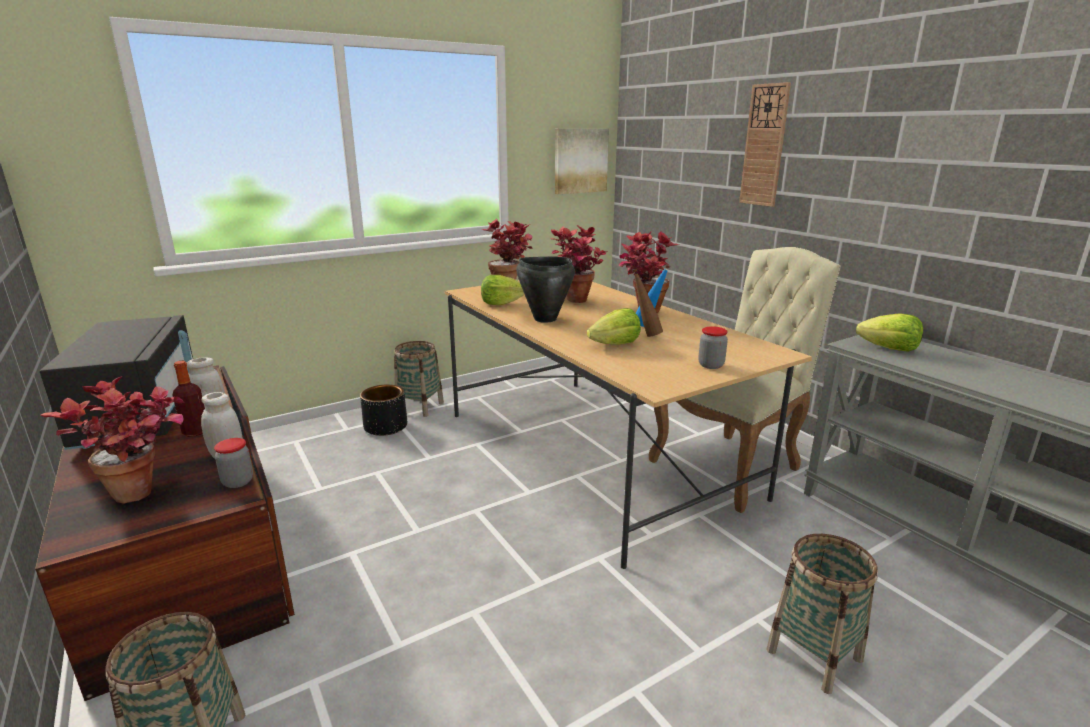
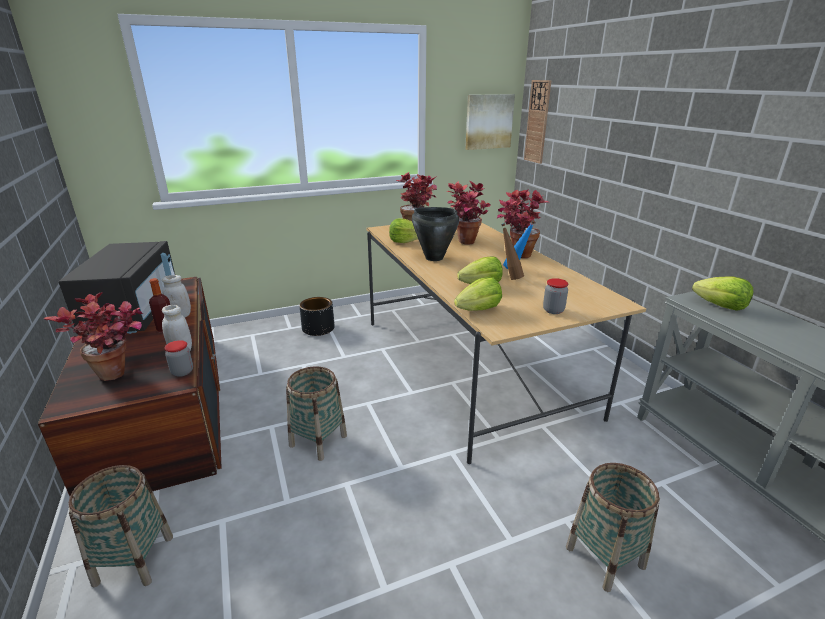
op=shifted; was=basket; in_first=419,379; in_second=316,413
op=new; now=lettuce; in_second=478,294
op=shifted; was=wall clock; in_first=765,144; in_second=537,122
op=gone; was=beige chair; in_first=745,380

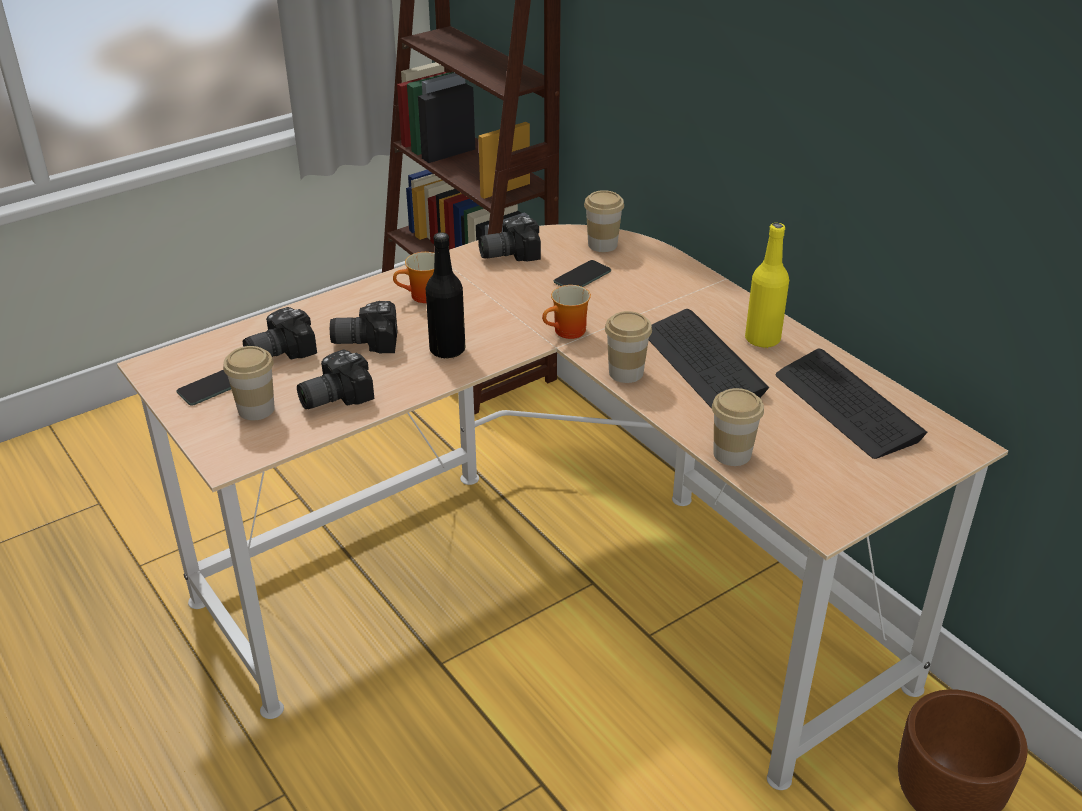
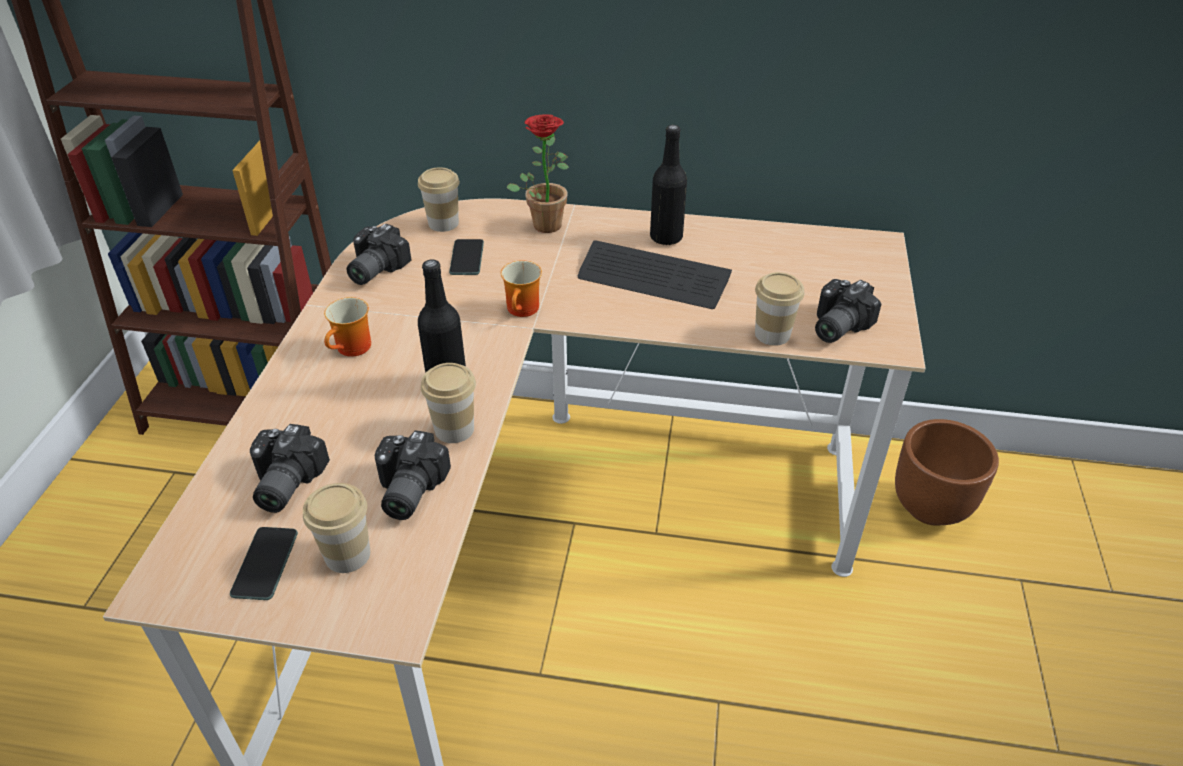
op=shifted; was=cup; in_first=628,347; in_second=448,403
op=new; now=potted plant; in_second=537,173
op=repainted; was=yellow bottle; now=black bottle; in_first=767,285; in_second=668,185
op=shifted; was=photo camera; in_first=363,327; in_second=848,311
op=gone; was=keyboard; in_first=852,403

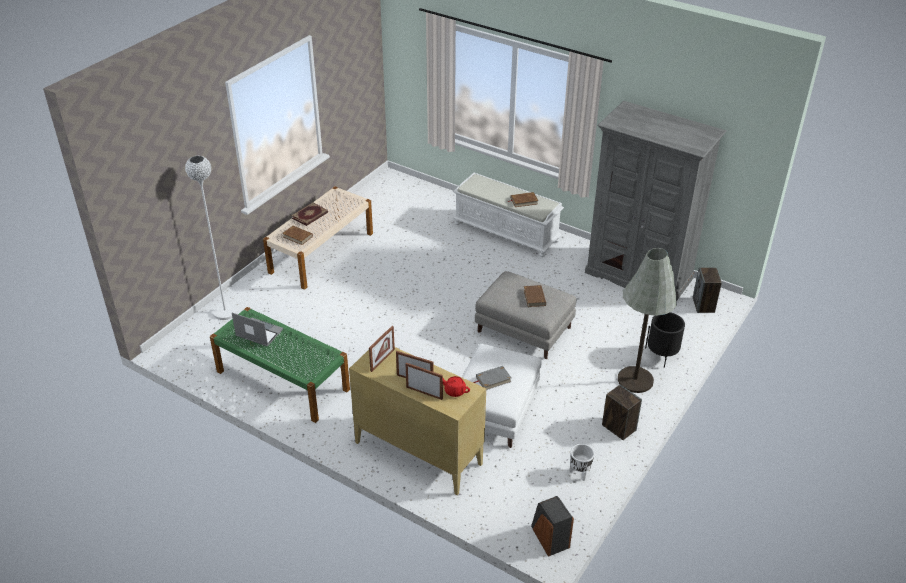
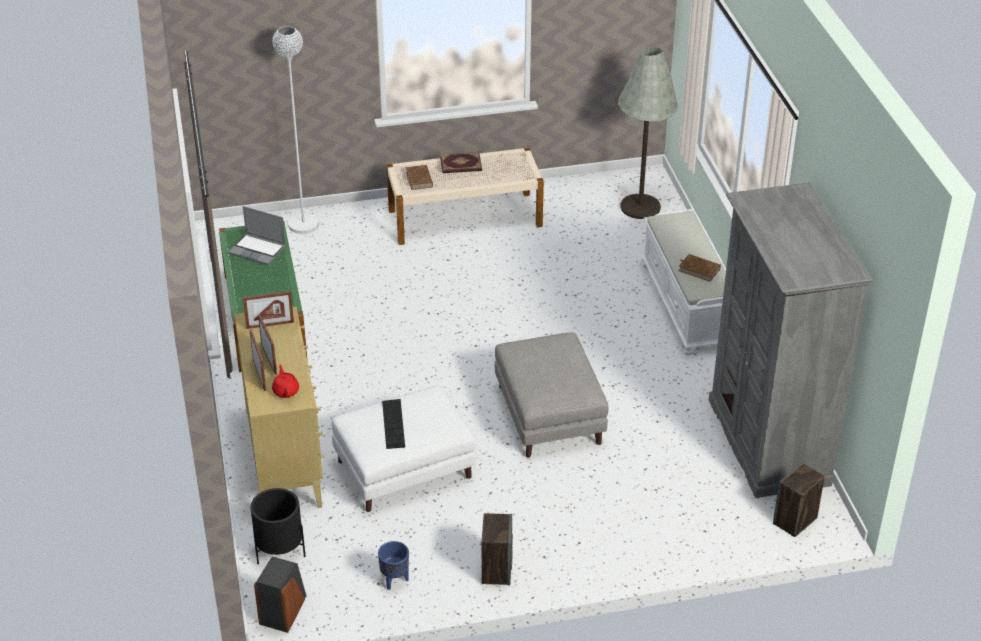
op=rotated; was=laptop; in_first=257,330; in_second=257,235; clockwise=135
op=shifted; was=black planter; in_first=665,340; in_second=278,526
op=repainted; was=white planter; now=blue planter; in_first=582,462; in_second=393,565
op=swapped; was=grey book; now=keyboard; in_first=492,378; in_second=393,424
op=shifted; was=grey floor lamp; in_first=647,320; in_second=648,133
op=gone; was=brown book; in_first=535,296

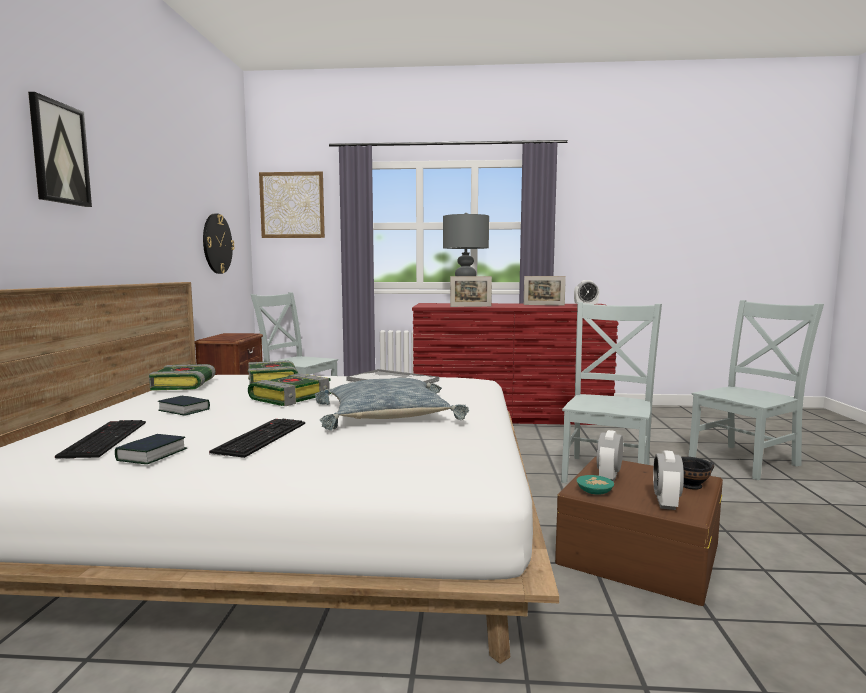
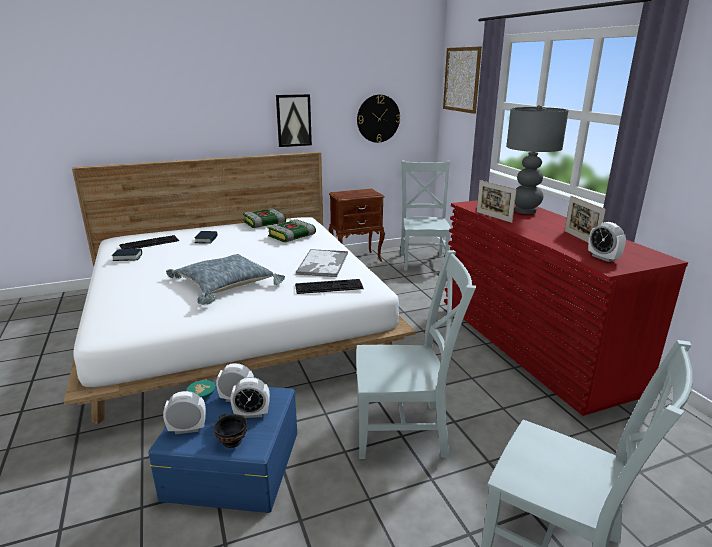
op=repainted; was=brown storage box; now=blue storage box; in_first=639,531; in_second=222,448
op=new; now=alarm clock; in_second=250,397
op=shifted; was=picture; in_first=60,149; in_second=294,120
op=shifted; was=keyboard; in_first=257,438; in_second=329,286
op=gone; was=book; in_first=289,389

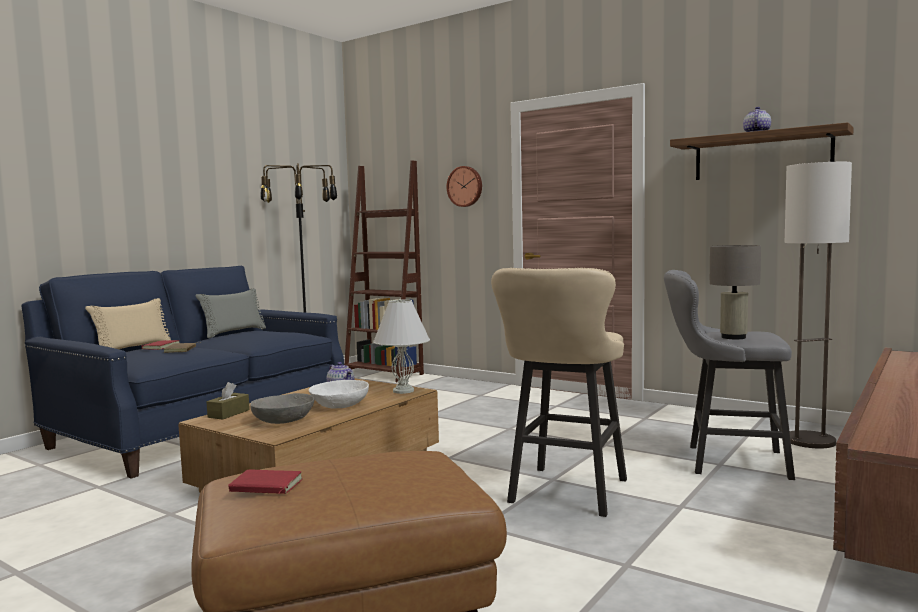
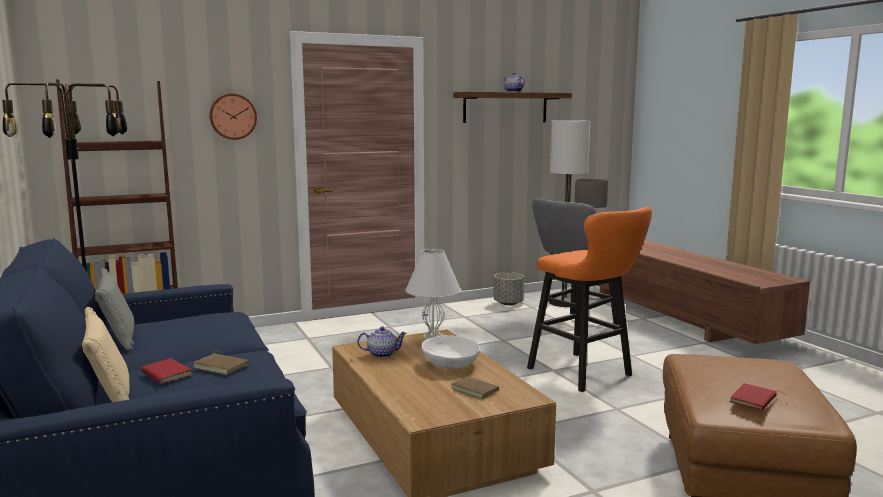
op=swapped; was=grey bowl; now=brown book; in_first=282,408; in_second=475,386
op=new; now=grey planter; in_second=509,288
op=repainted; was=beige stool; now=orange stool; in_first=559,392; in_second=589,299
op=gone; was=brown tissue box; in_first=228,401

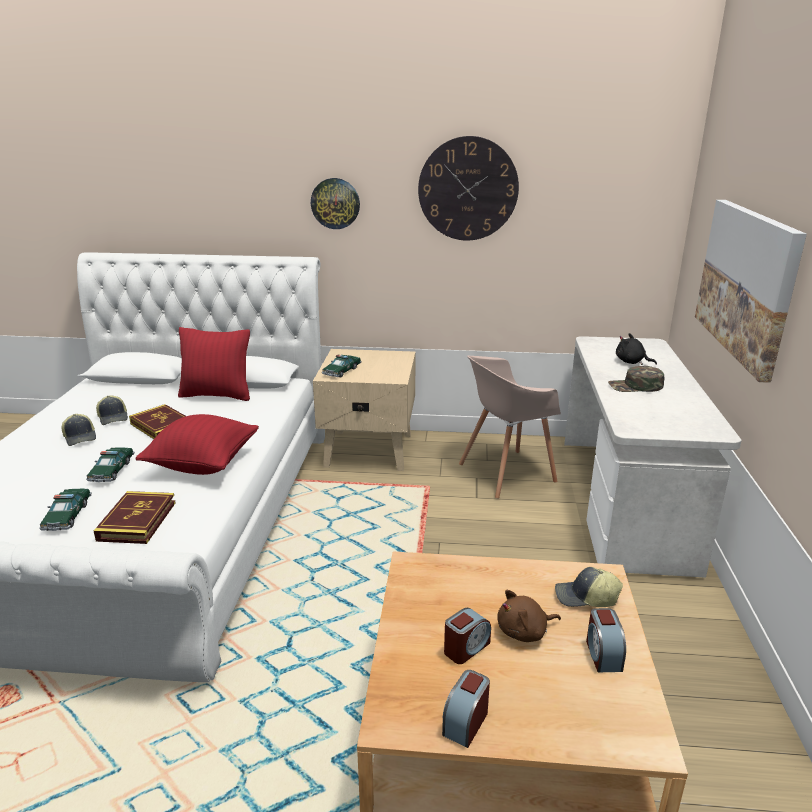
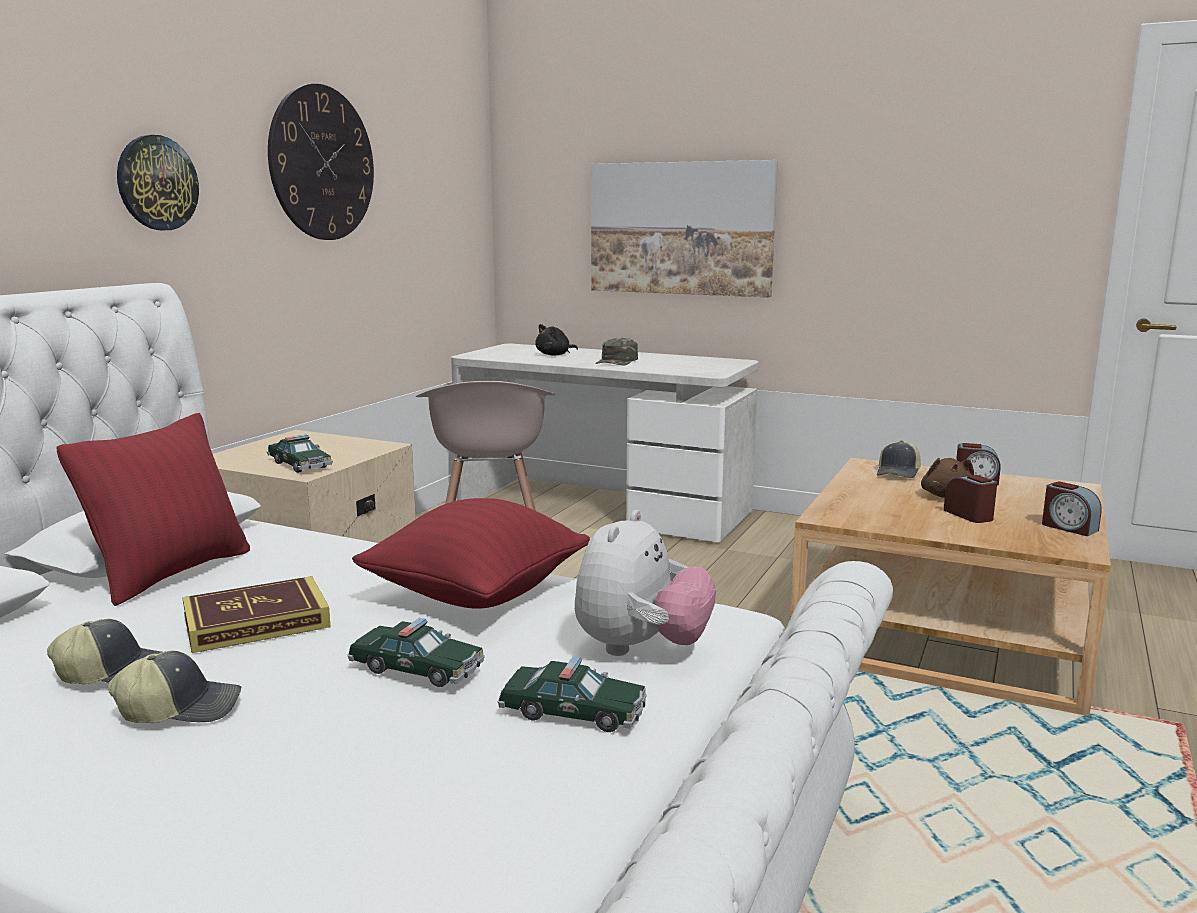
op=swapped; was=book; now=plush toy; in_first=135,517; in_second=645,583

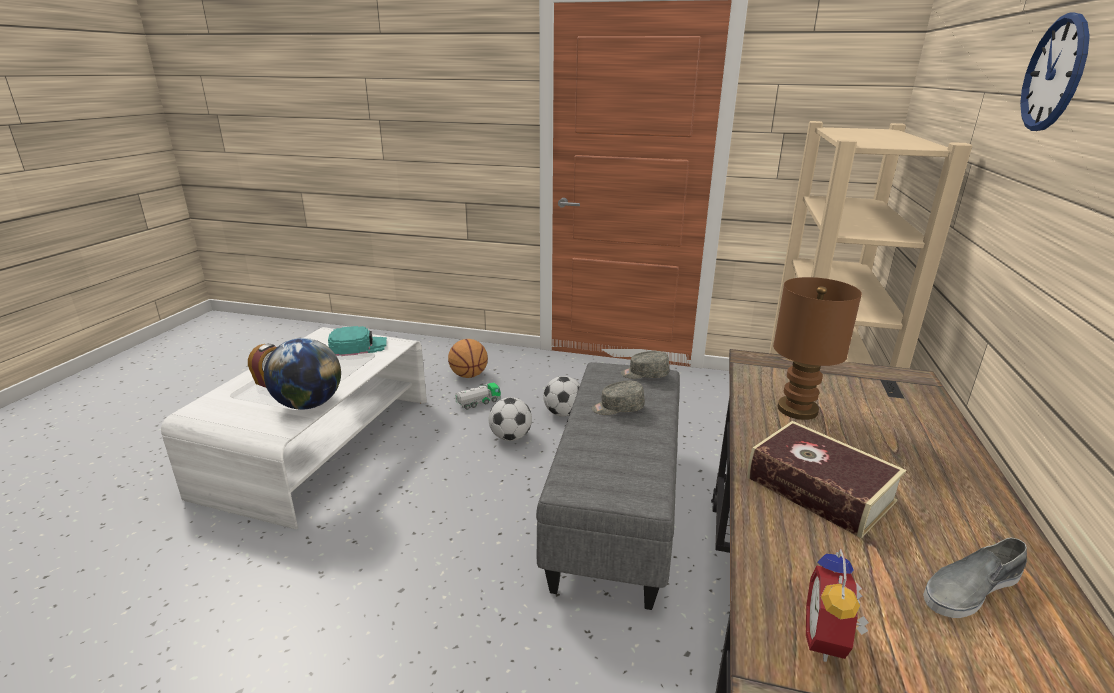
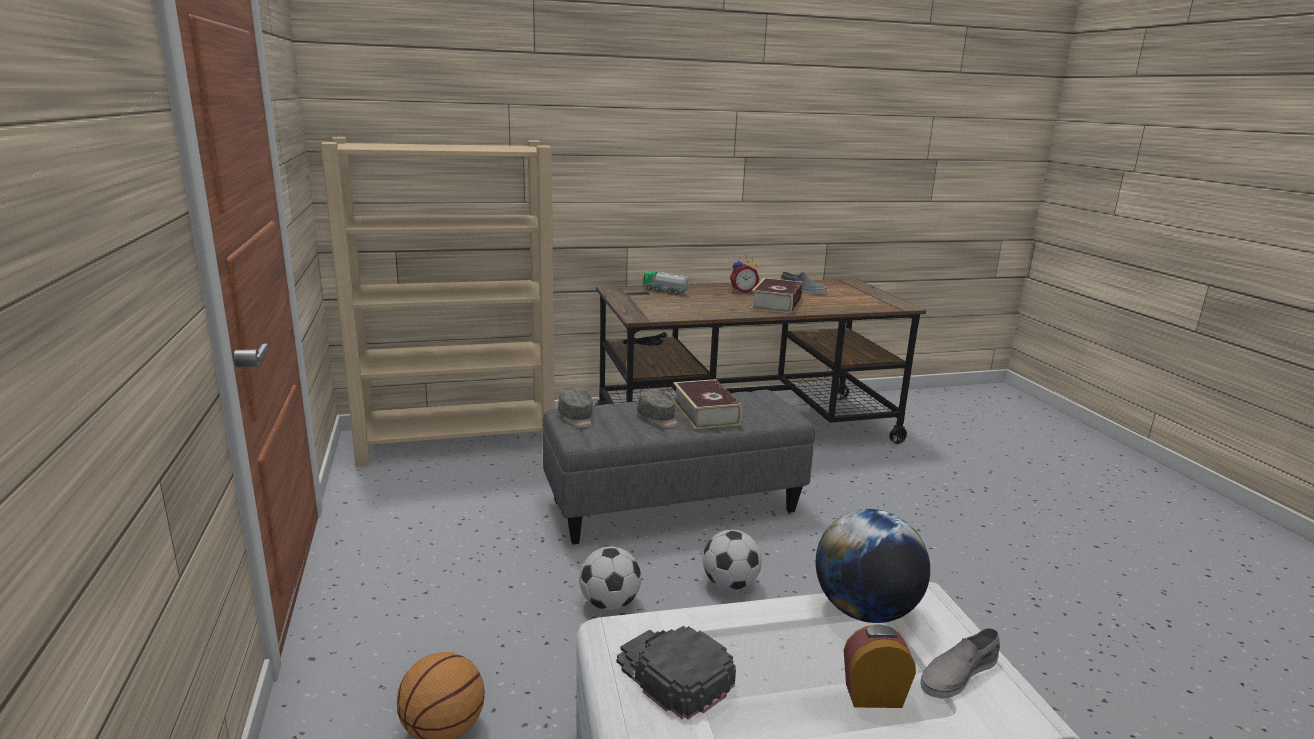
op=repainted; was=turquoise cap; now=black cap; in_first=357,341; in_second=676,673
op=shifted; was=toy truck; in_first=478,396; in_second=666,283
op=new; now=book; in_second=707,404
op=shifted; was=football; in_first=561,396; in_second=732,560
op=shifted; was=alarm clock; in_first=837,605; in_second=745,274
op=new; now=grey shoe; in_second=960,663
op=gone; was=brown table lamp; in_first=817,348
op=gone; was=wall clock; in_first=1055,72

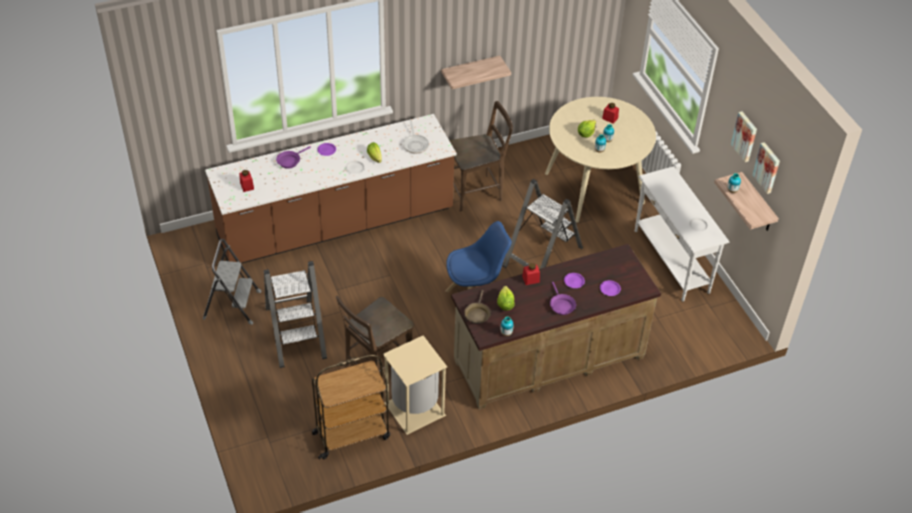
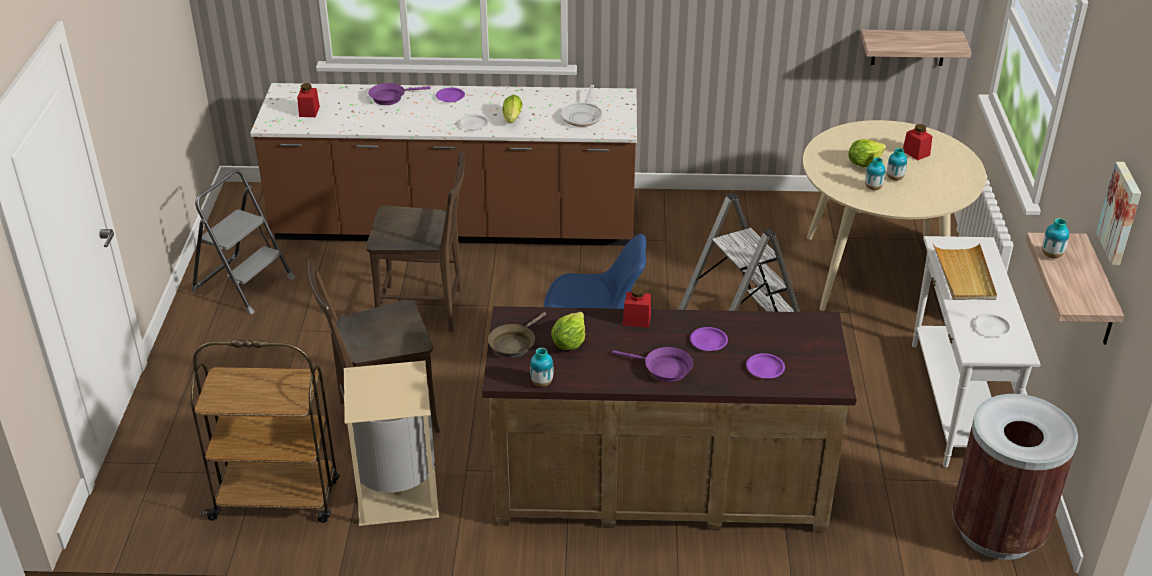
op=shifted; was=brown chair; in_first=481,156; in_second=415,241
op=rotated; was=purple frying pan; in_first=563,298; in_second=652,364; clockwise=-75
op=shifted; was=shelf; in_first=476,72; in_second=916,48
op=new; now=beige tray; in_second=965,271
op=new; now=brown trash can; in_second=1015,477
op=gone; was=grey step ladder; in_first=295,314
op=gone; was=picture; in_first=744,136

